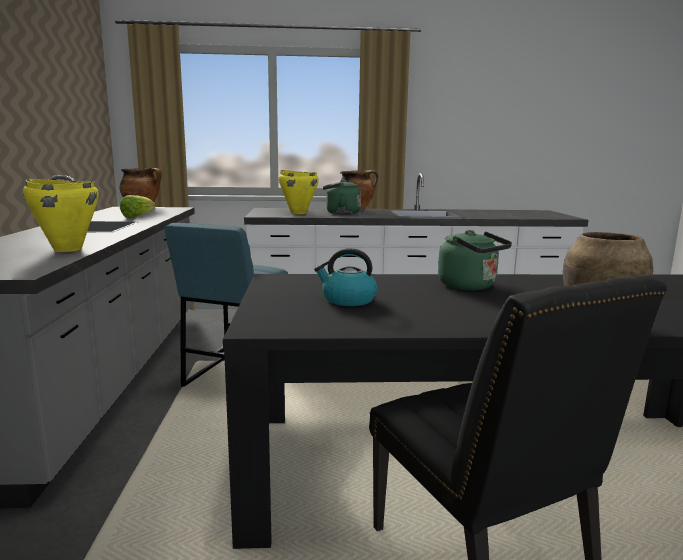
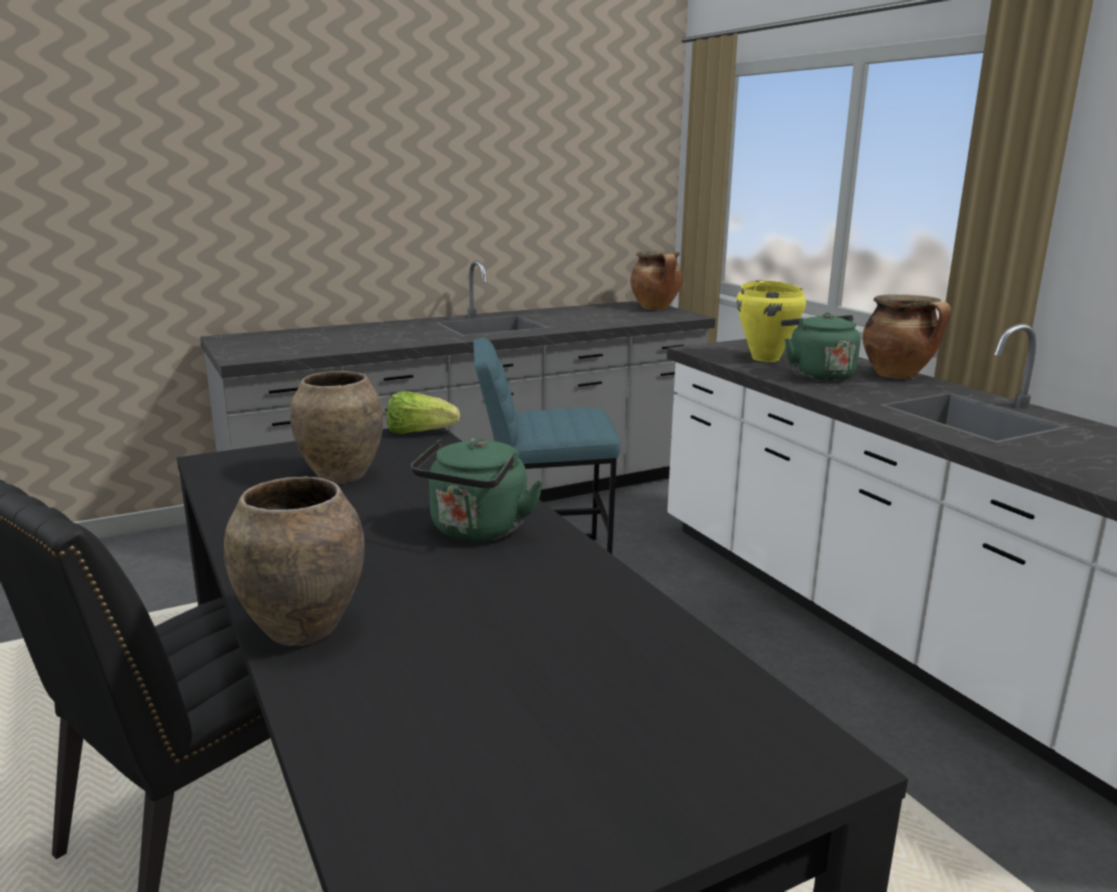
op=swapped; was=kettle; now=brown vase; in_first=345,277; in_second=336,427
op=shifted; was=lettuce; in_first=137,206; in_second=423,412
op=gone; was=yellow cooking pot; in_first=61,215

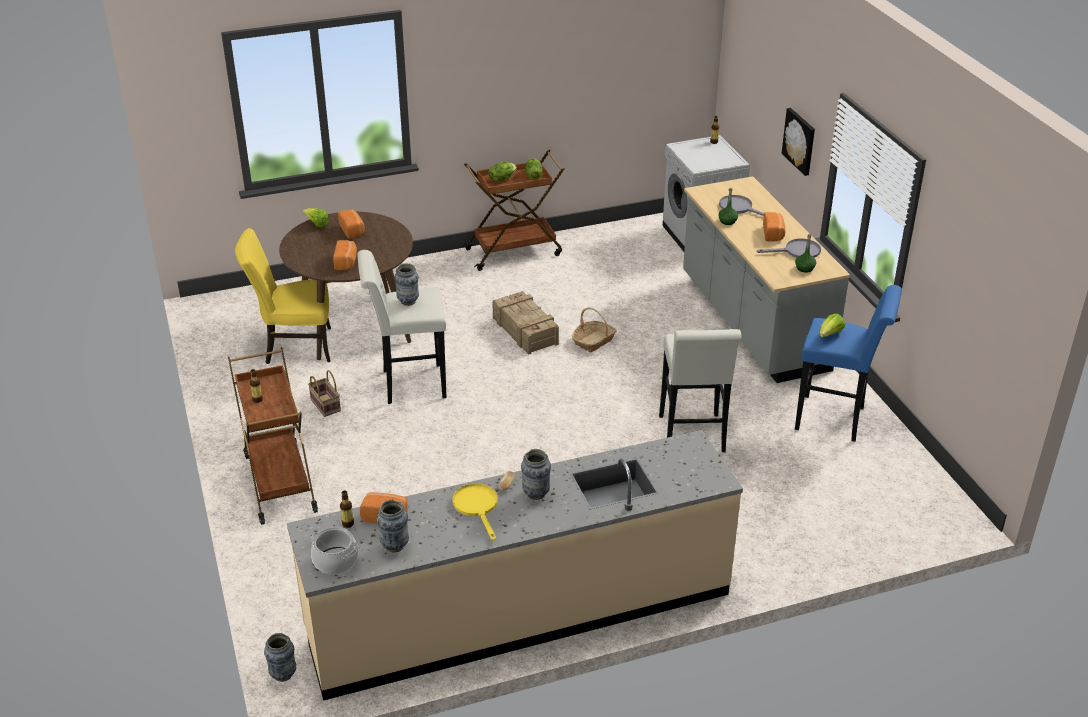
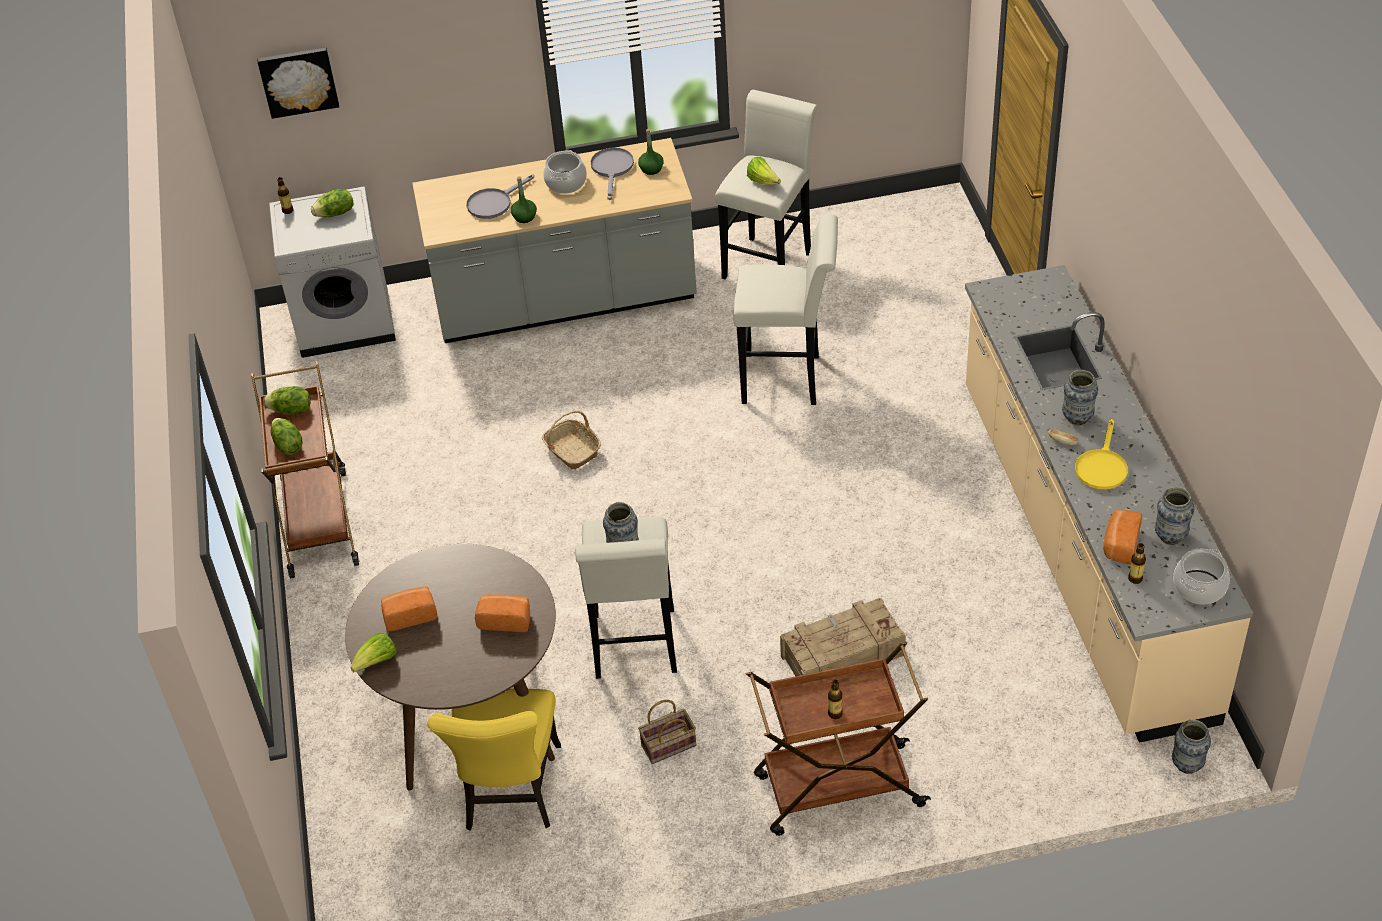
op=shifted; was=picture; in_first=798,142; in_second=298,83
op=new; now=lettuce; in_second=332,203
op=swapped; was=bread; now=cooking pot; in_first=774,227; in_second=565,172
op=repainted; was=blue stool; now=white stool; in_first=848,363; in_second=766,184
op=shifted; was=crate; in_first=525,323; in_second=843,637
op=rotated; was=yellow frying pan; in_first=475,512; in_second=1101,454; clockwise=-60

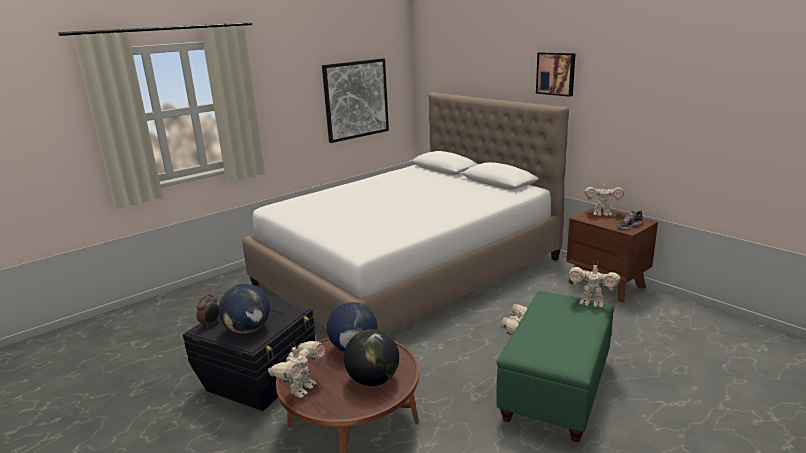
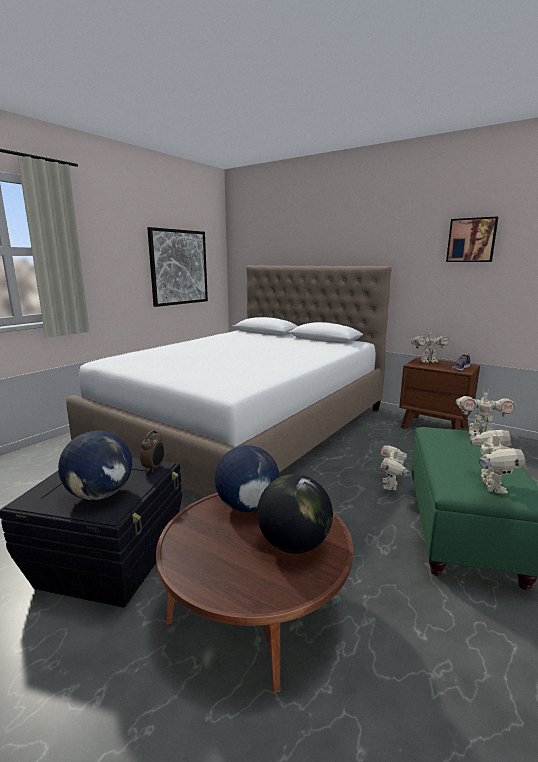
op=shifted; was=alarm clock; in_first=207,311; in_second=152,451
op=shifted; was=picture; in_first=556,74; in_second=472,239
op=shifted; was=toy robot; in_first=296,369; in_second=497,462

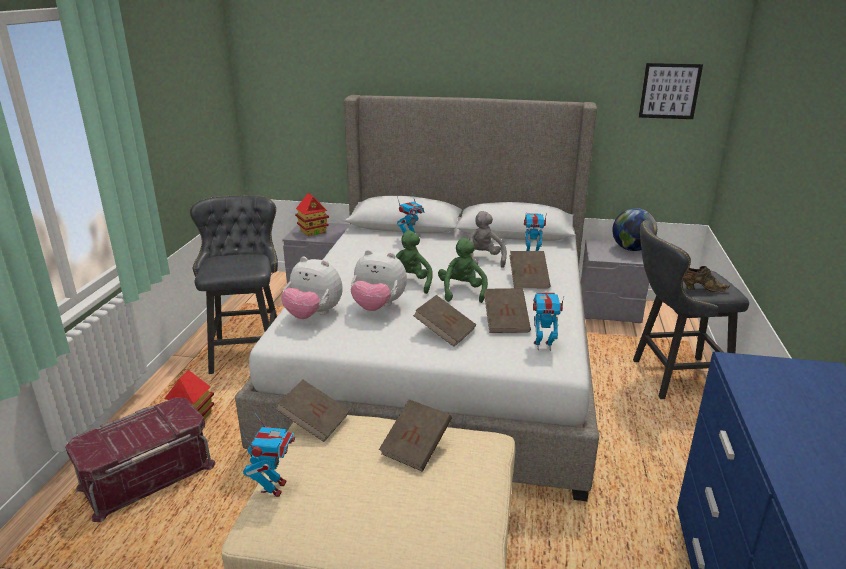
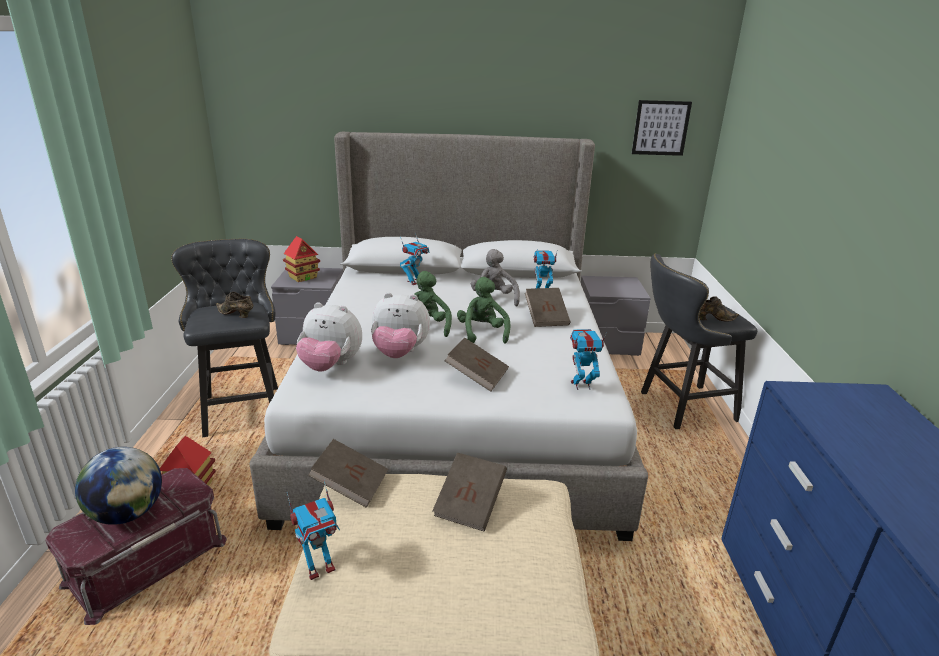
op=shifted; was=globe; in_first=634,229; in_second=118,486
op=new; now=brown shoe; in_second=234,305
op=rotated; was=toy robot; in_first=268,455; in_second=313,530; clockwise=60
op=gone; was=brown book; in_first=507,310

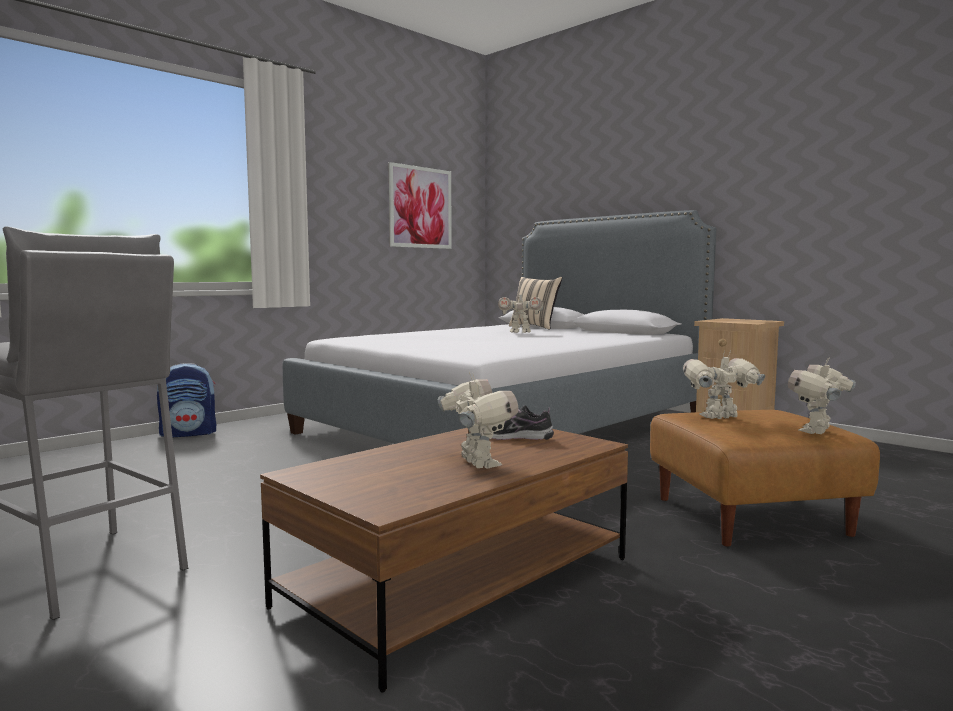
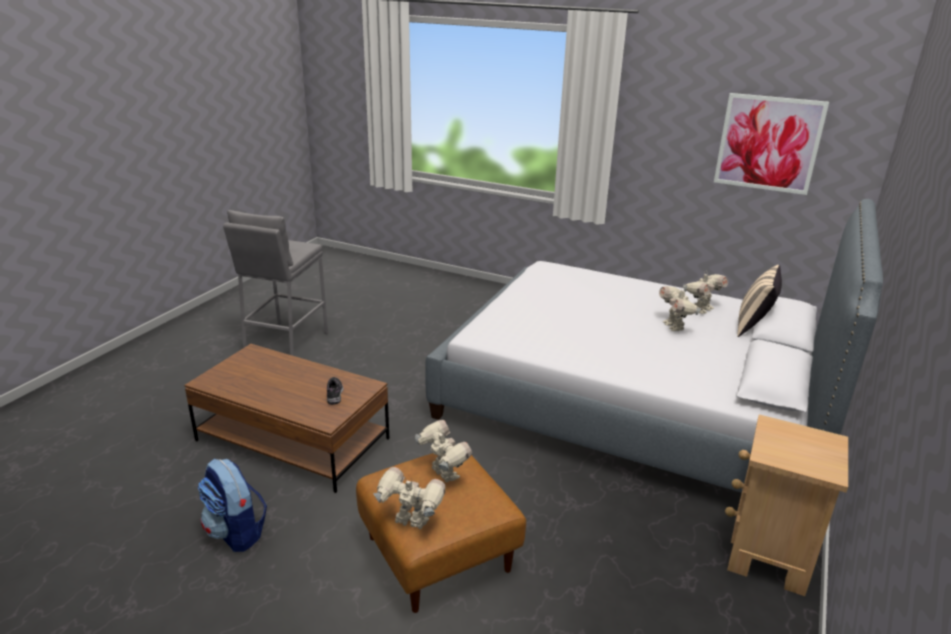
op=shifted; was=backpack; in_first=186,400; in_second=232,505
op=shifted; was=toy robot; in_first=478,420; in_second=705,292

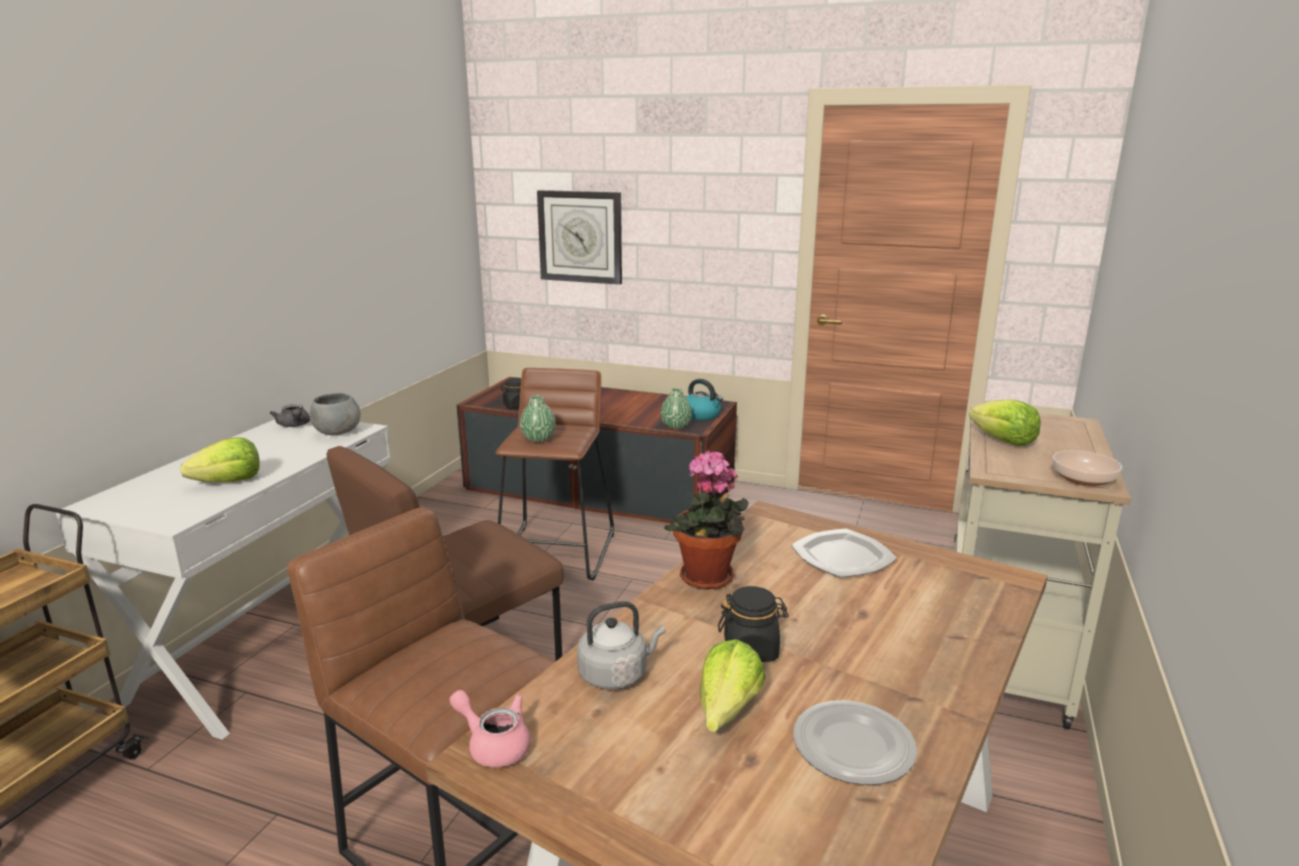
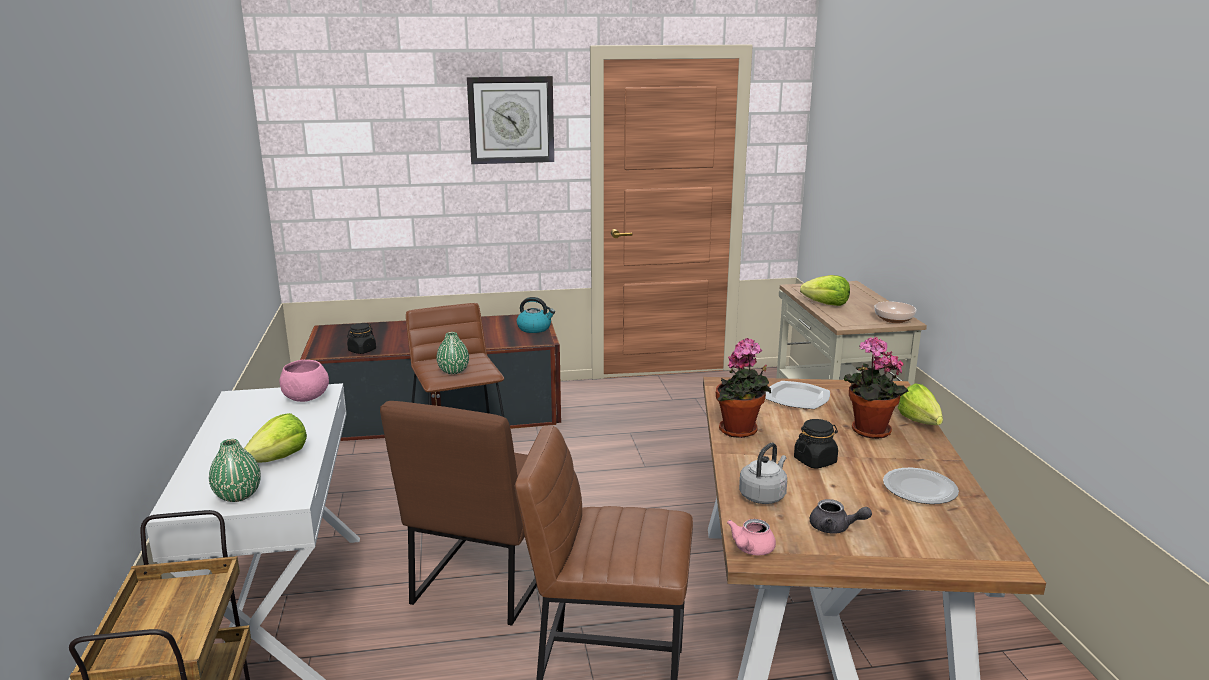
op=shifted; was=green vase; in_first=676,408; in_second=235,470
op=repainted; was=grey bowl; now=pink bowl; in_first=335,414; in_second=304,381
op=shifted; was=wall clock; in_first=579,237; in_second=510,120
op=rotated; was=pink teapot; in_first=490,728; in_second=751,537; clockwise=-60
op=shifted; was=grey teapot; in_first=290,415; in_second=841,516
op=new; now=potted plant; in_second=876,388
op=shifted; was=lettuce; in_first=732,685; in_second=920,404

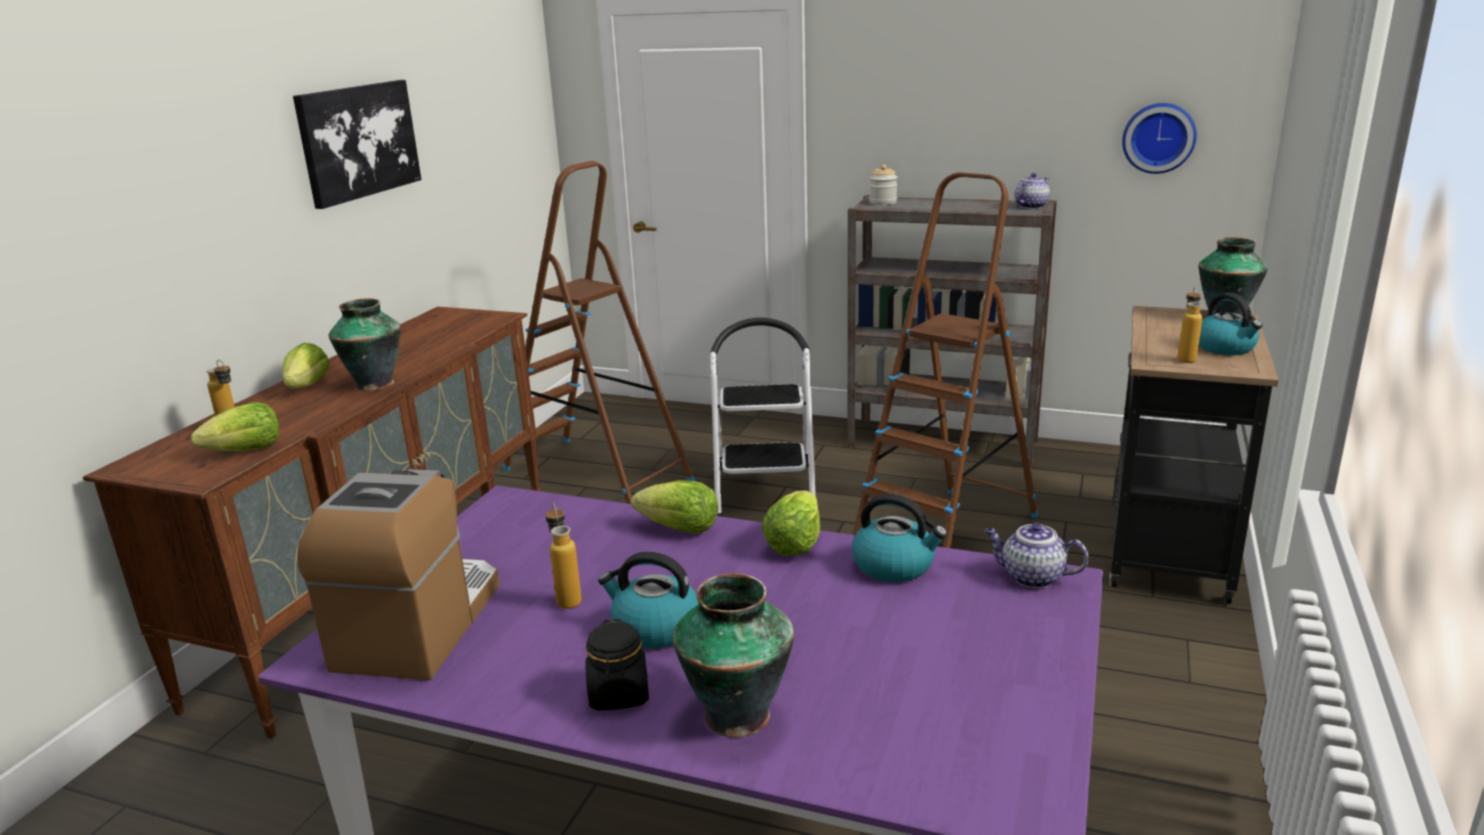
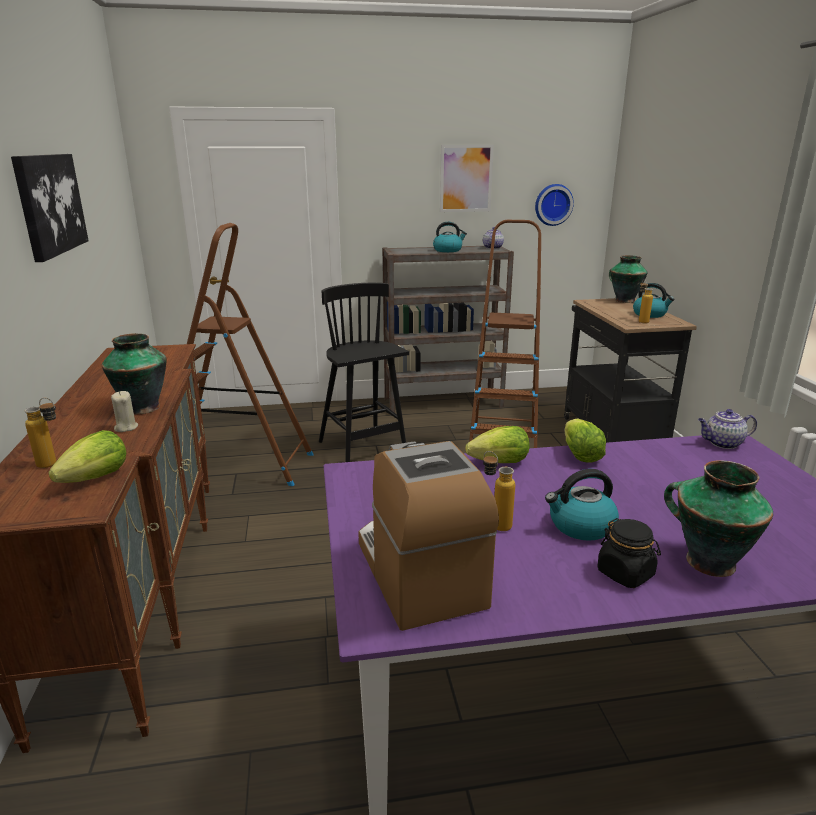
op=new; now=beige candle; in_second=124,411
op=swapped; was=step ladder; now=black stool; in_first=763,417; in_second=364,372
op=shifted; was=kettle; in_first=899,538; in_second=450,237
op=new; now=picture; in_second=467,178
op=gone; was=lettuce; in_first=306,366
op=gone; was=jar; in_first=883,185

